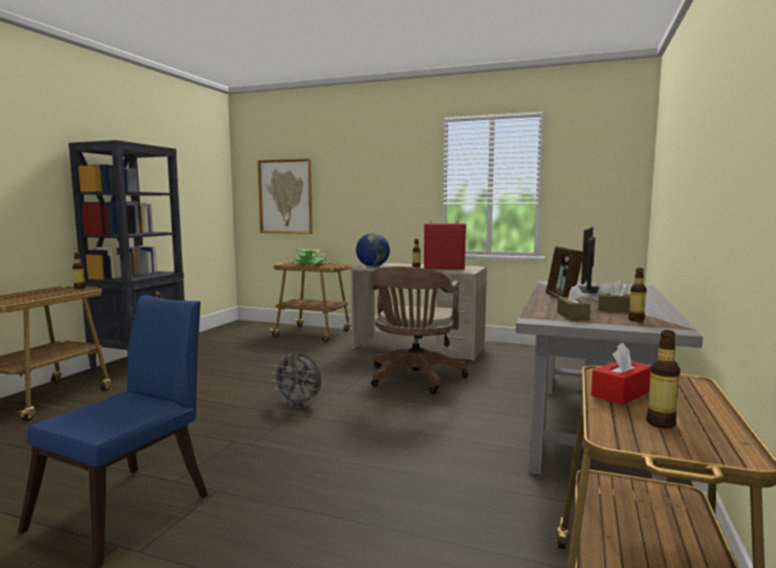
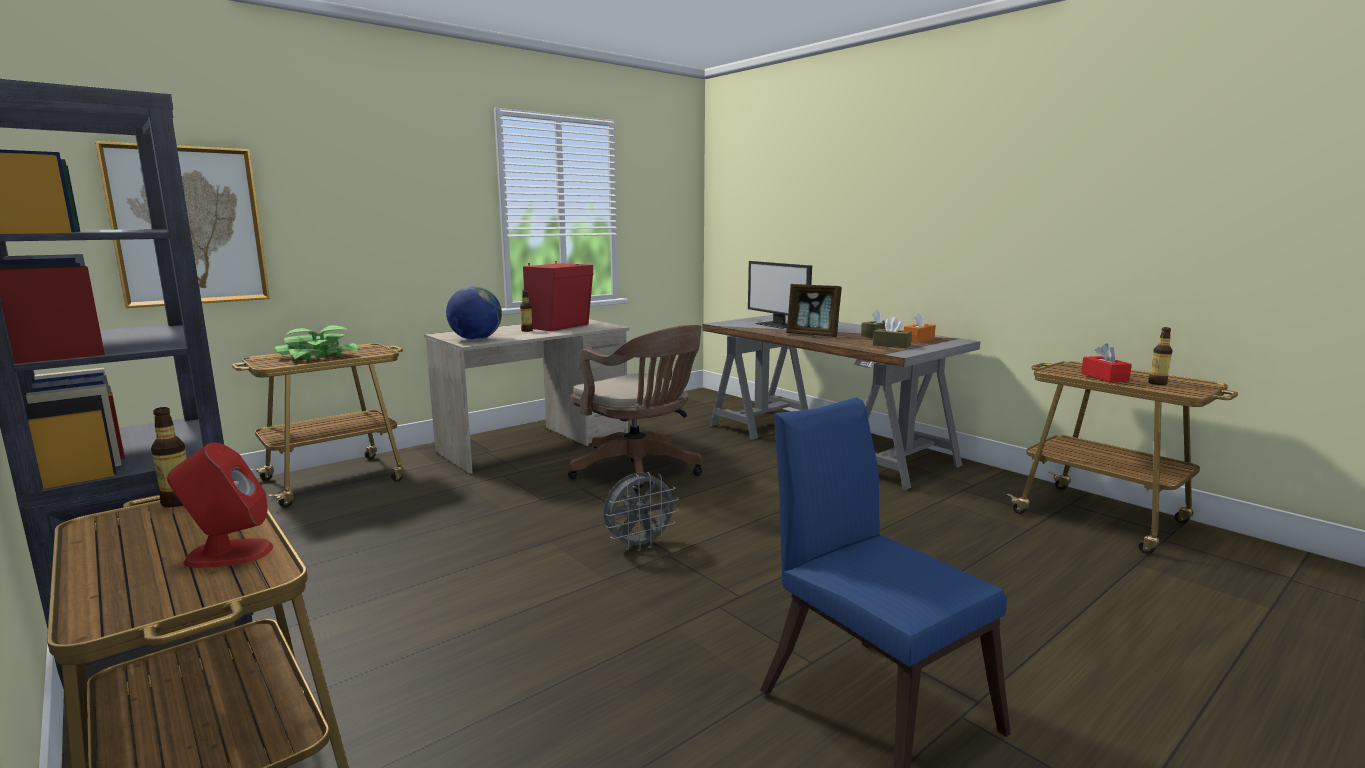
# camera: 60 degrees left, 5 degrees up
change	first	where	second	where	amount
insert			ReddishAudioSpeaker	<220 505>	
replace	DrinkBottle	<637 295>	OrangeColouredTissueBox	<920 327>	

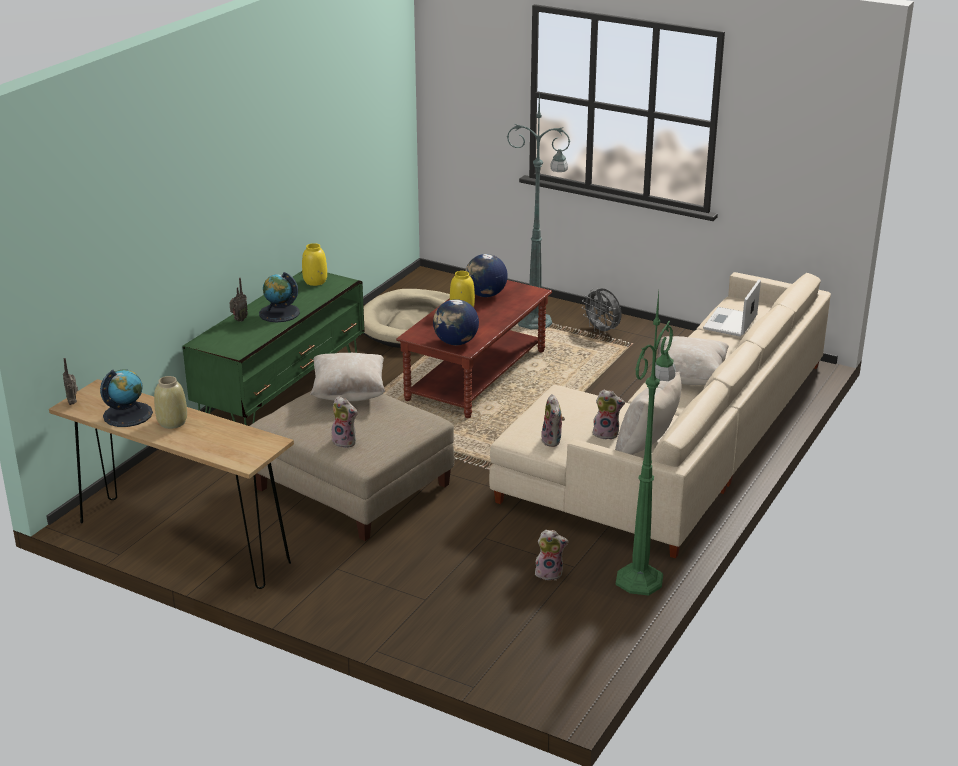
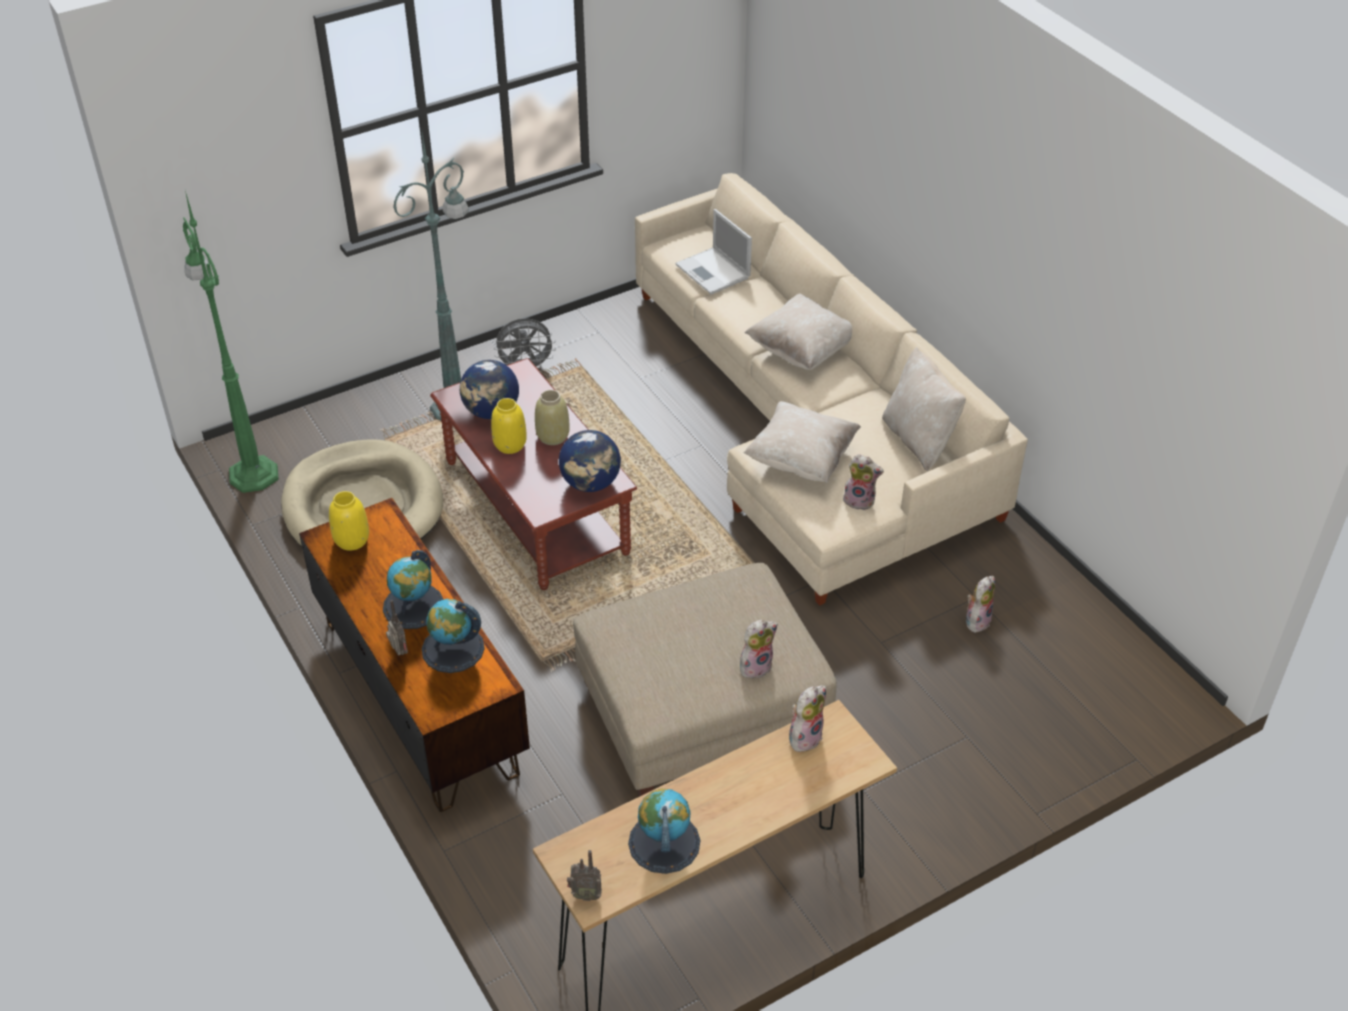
# camera: 60 degrees left, 15 degrees up
change	first	where	second	where	amount
insert			Globe	<453 636>	
move	BeigeColouredFlowerVase	<170 402>		<552 417>	
move	BeigeColouredPillow	<347 377>		<802 442>	
move	CuddlyToy	<609 415>		<807 718>	
move	GreenStandardLamp	<646 444>		<231 342>	
recolor	GreenMediaConsole	<273 348>	BrownColouredMediaConsole	<414 655>	

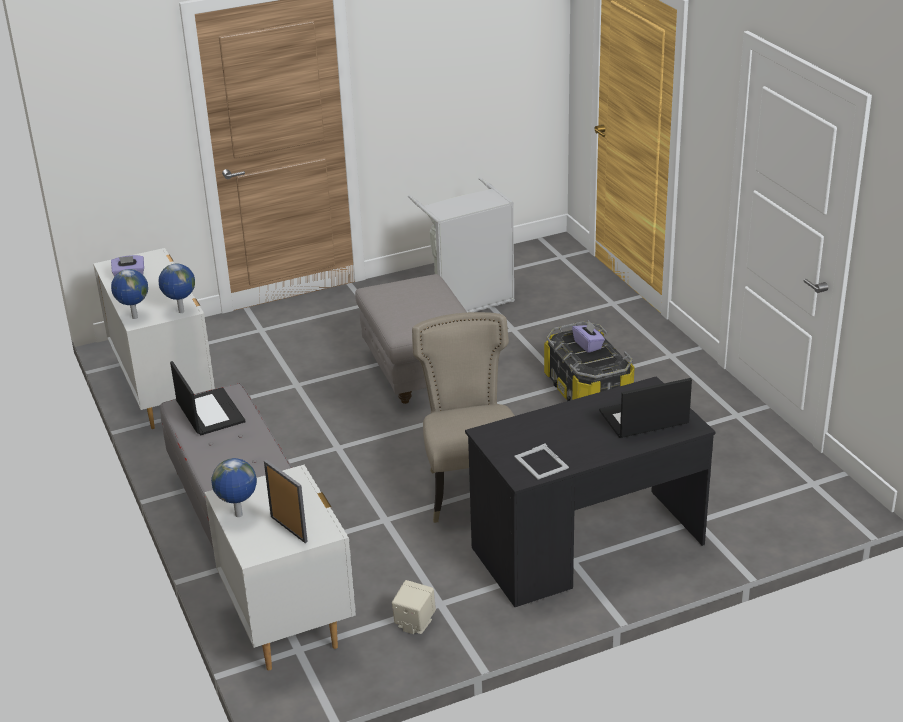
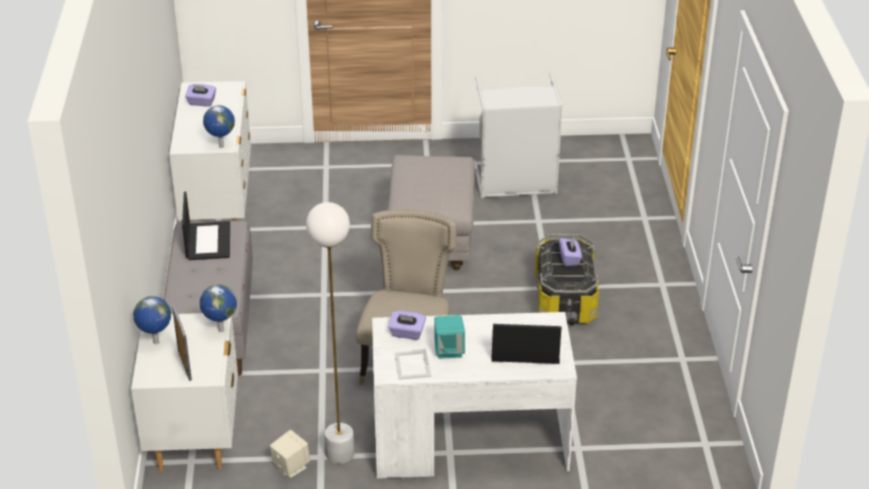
# camera: 20 degrees right, 5 degrees up
change	first	where	second	where	amount
insert			WhitishStandardLamp	<330 333>	
insert			PurplishTissueBox	<407 325>	
insert			BlueGreenAudioSpeaker	<449 337>	
move	Globe	<129 294>		<218 308>	
recolor	BlackColouredDeskUnit	<590 491>	WhitishDeskUnit	<474 395>	

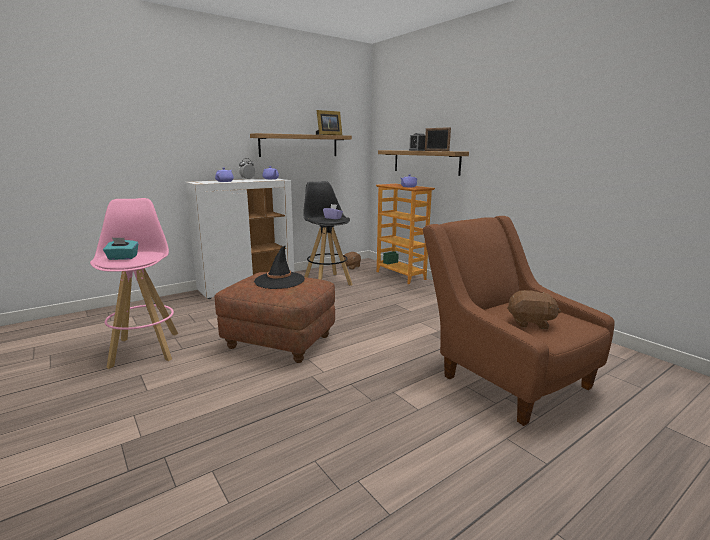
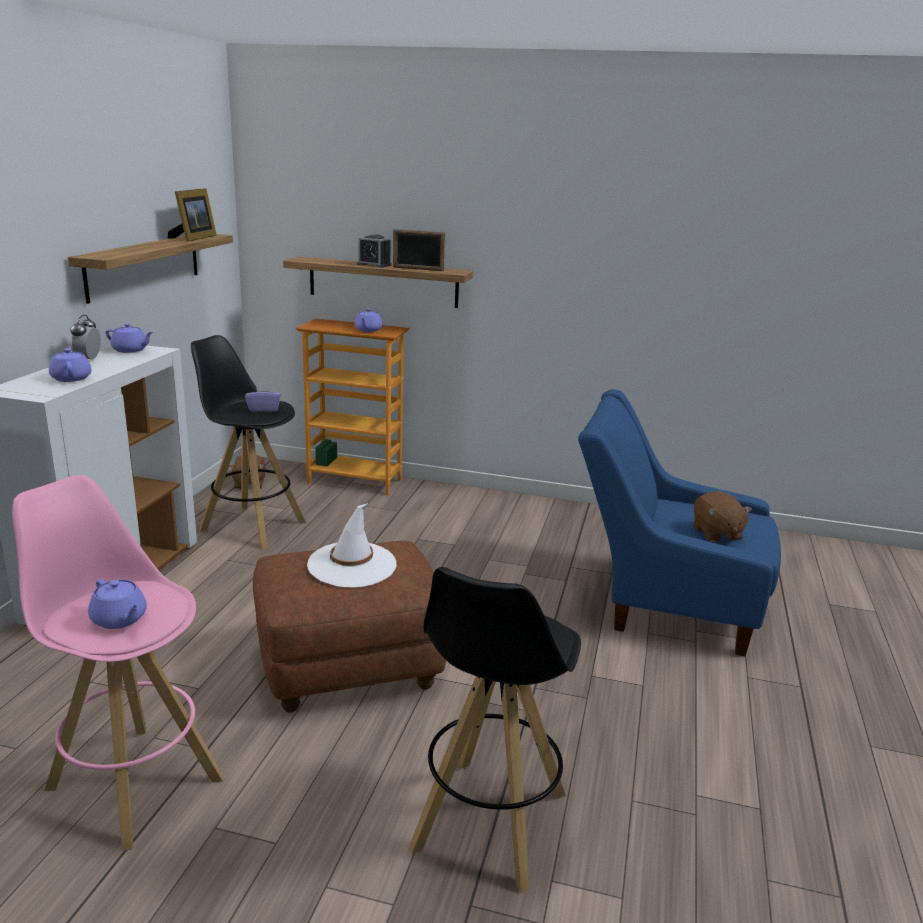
# camera: 40 degrees left, 5 degrees up
change	first	where	second	where	amount
insert			BlackColouredStoolSeat	<495 730>	
replace	BlueGreenTissueBox	<120 249>	PurplishTeapot	<117 604>	
recolor	BlackColouredClothingHat	<279 267>	WhitishClothingHat	<352 545>	
recolor	BrownColouredArmchair	<519 321>	BluishArmchair	<679 522>	
rotate	BrownColouredCuddlyToy	<534 309>		<723 516>	105 degrees clockwise

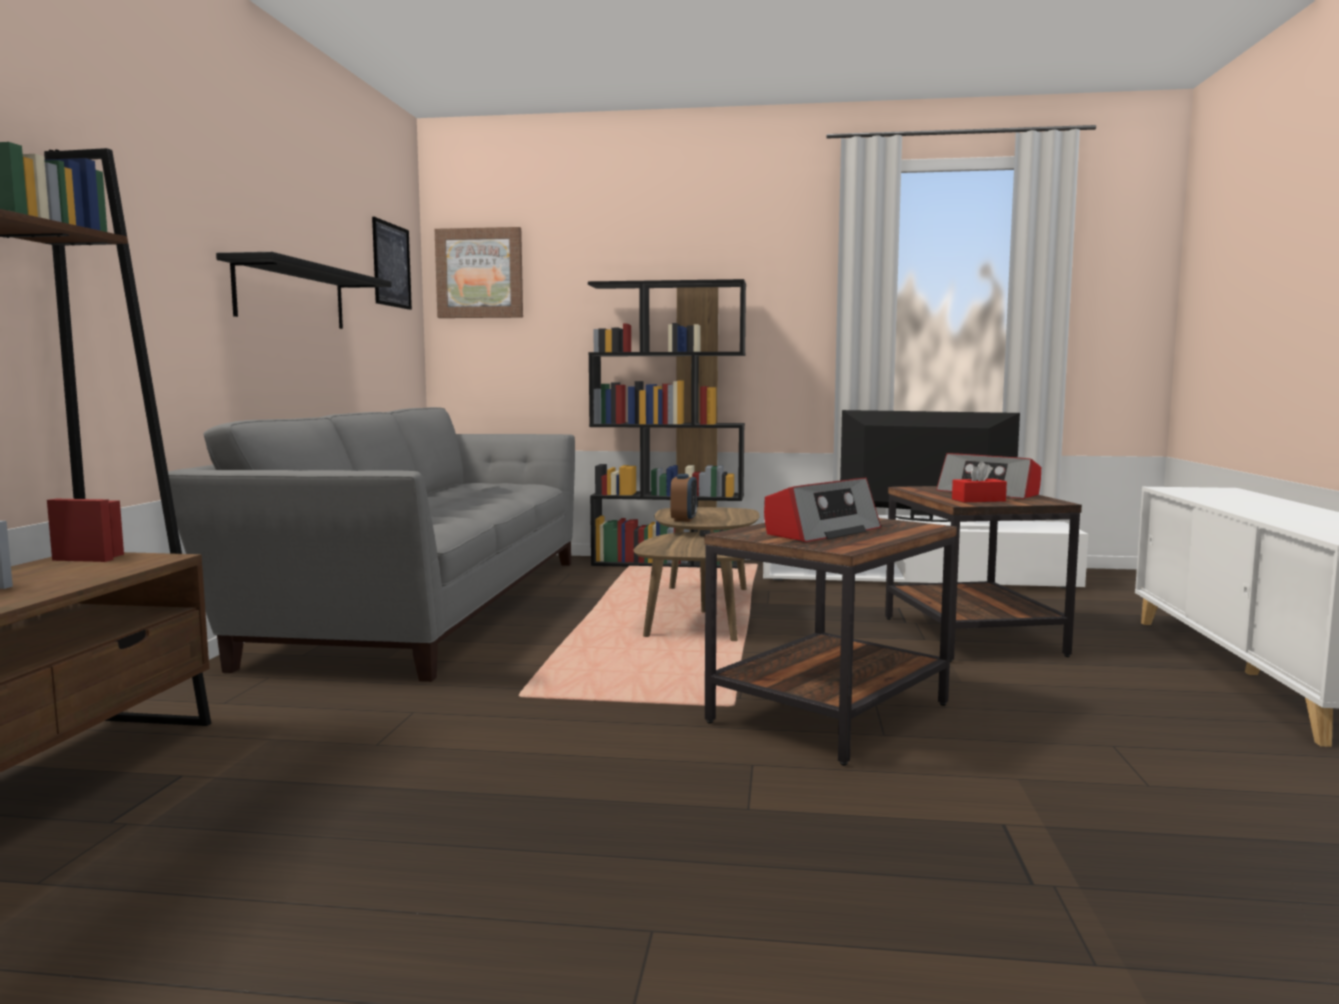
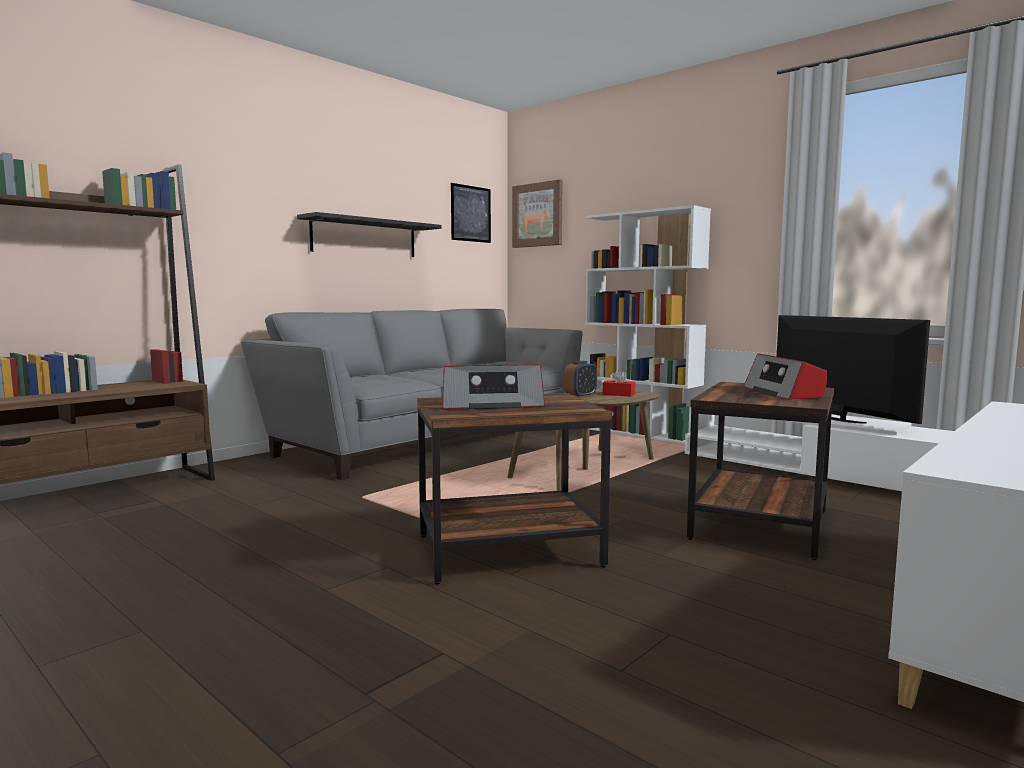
# camera: 35 degrees right, 0 degrees up
change	first	where	second	where	amount
move	ReddishTissueBox	<979 481>		<619 383>	
recolor	BlackColouredBookcase	<667 423>	WhitishBookcase	<648 324>	

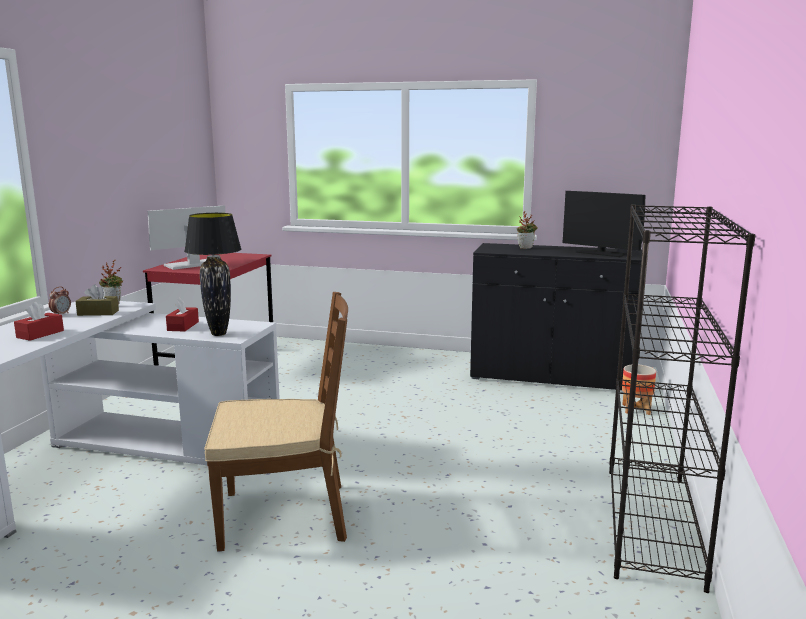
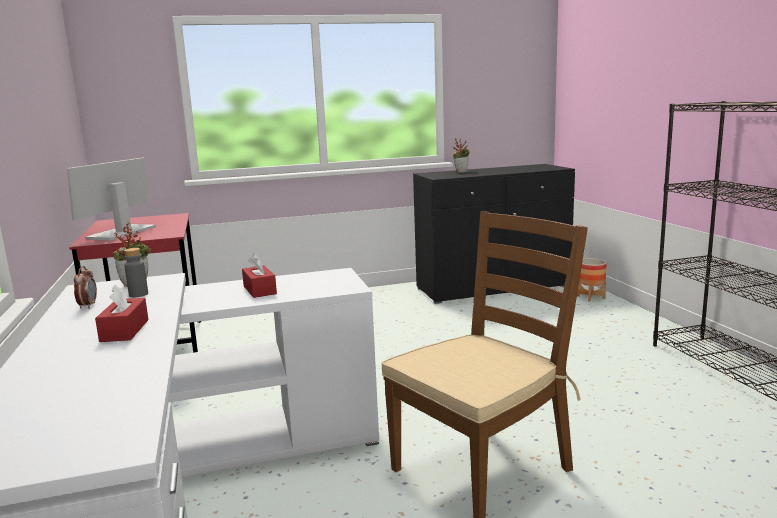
# camera: 30 degrees left, 0 degrees up
change	first	where	second	where	amount
delete	BlackColouredLampForATable	<212 274>			
delete	Monitor	<604 224>			
replace	BrownColouredTissueBox	<97 300>	GreyDrinkBottle	<136 272>	

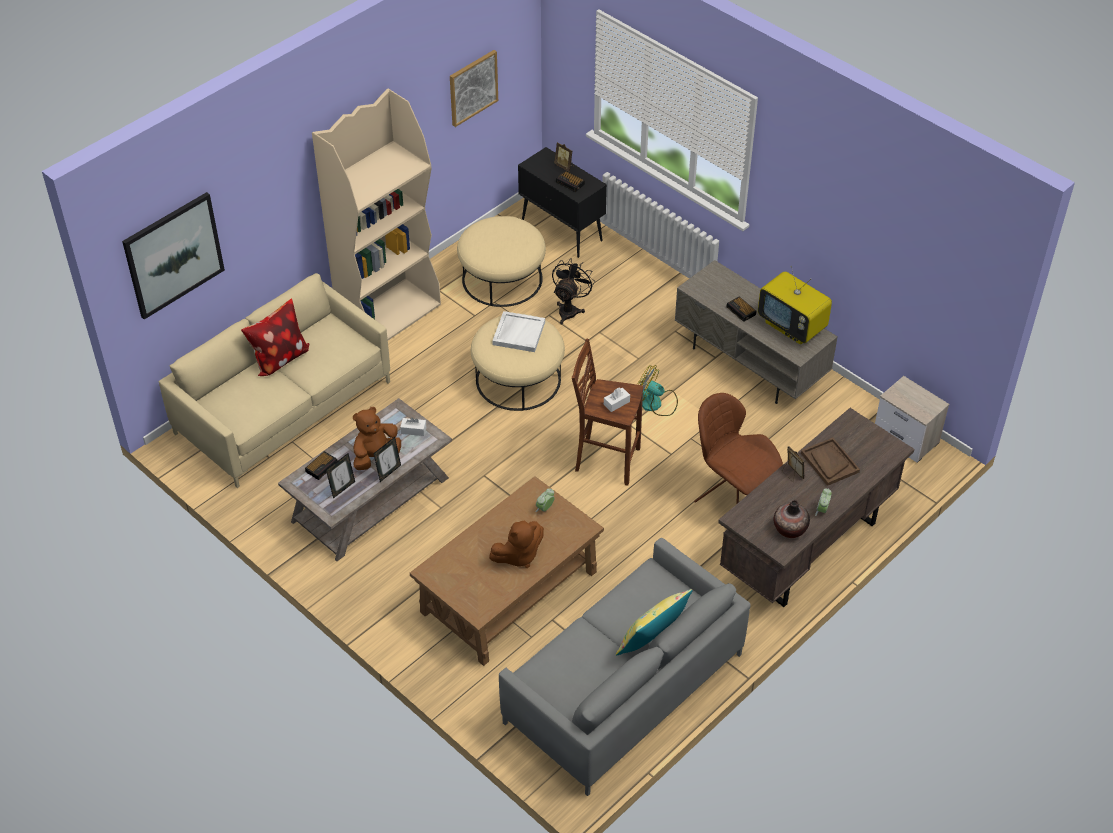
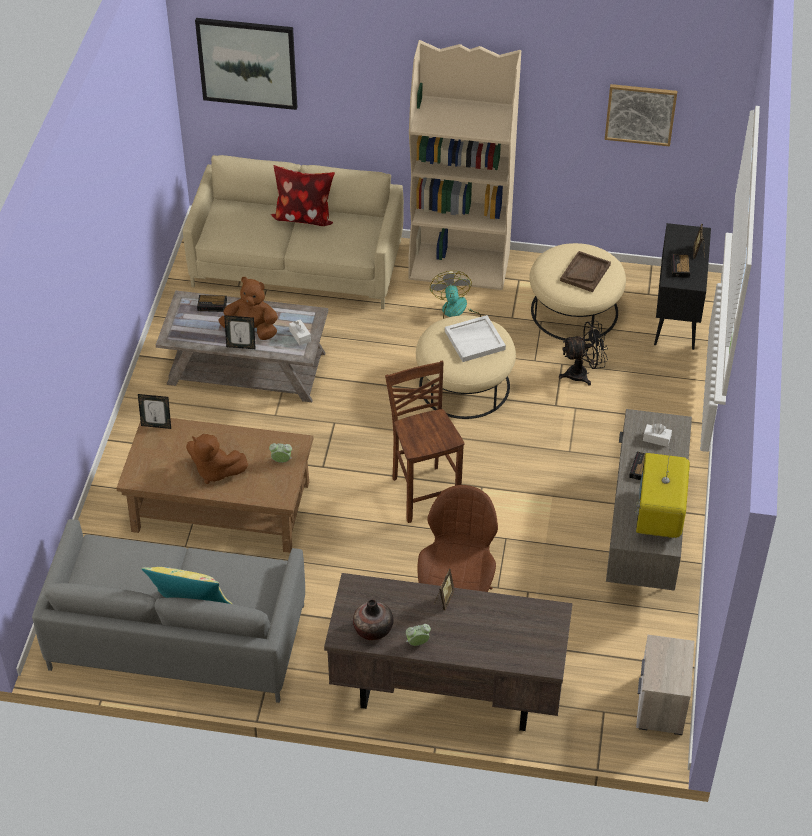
# camera: 55 degrees right, 0 degrees up
change	first	where	second	where	amount
move	PhotoFrame	<340 475>		<154 411>	
move	WhitishTissueBox	<617 400>		<657 435>	
move	Fan	<657 390>		<455 295>	
move	BrownColouredCarryingTray	<830 462>		<585 271>	

